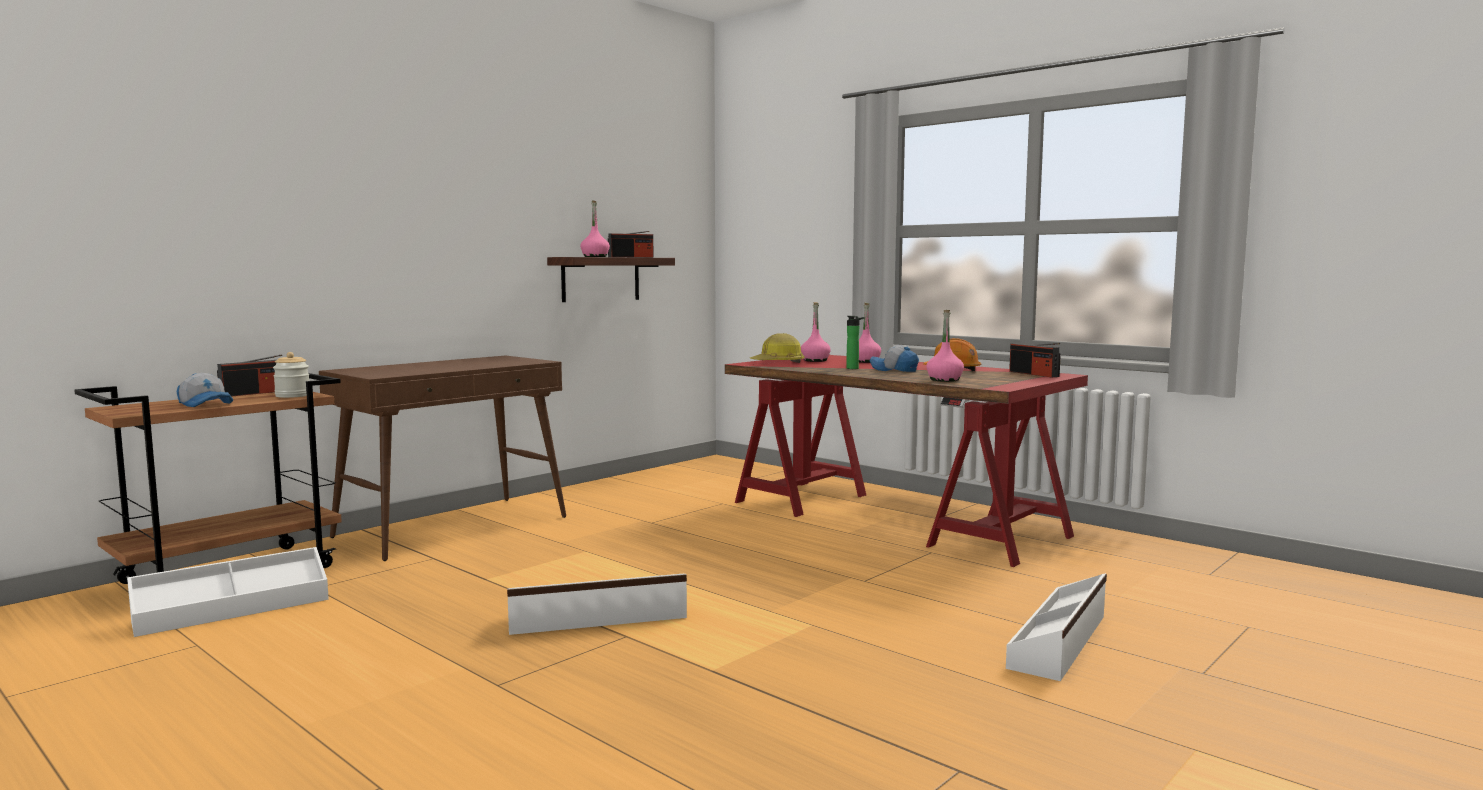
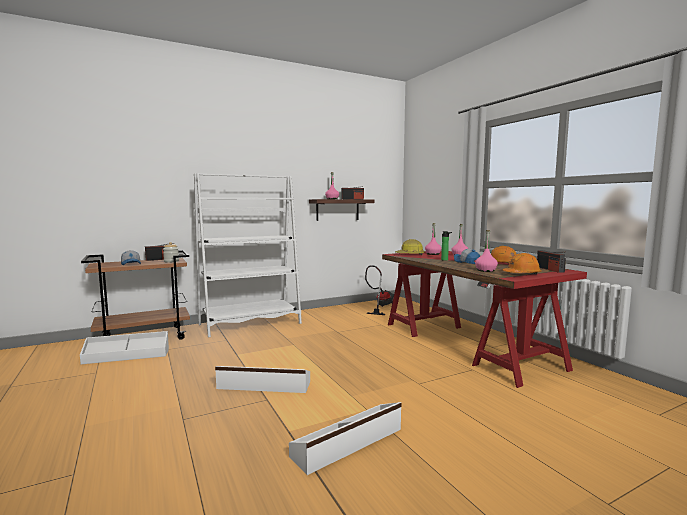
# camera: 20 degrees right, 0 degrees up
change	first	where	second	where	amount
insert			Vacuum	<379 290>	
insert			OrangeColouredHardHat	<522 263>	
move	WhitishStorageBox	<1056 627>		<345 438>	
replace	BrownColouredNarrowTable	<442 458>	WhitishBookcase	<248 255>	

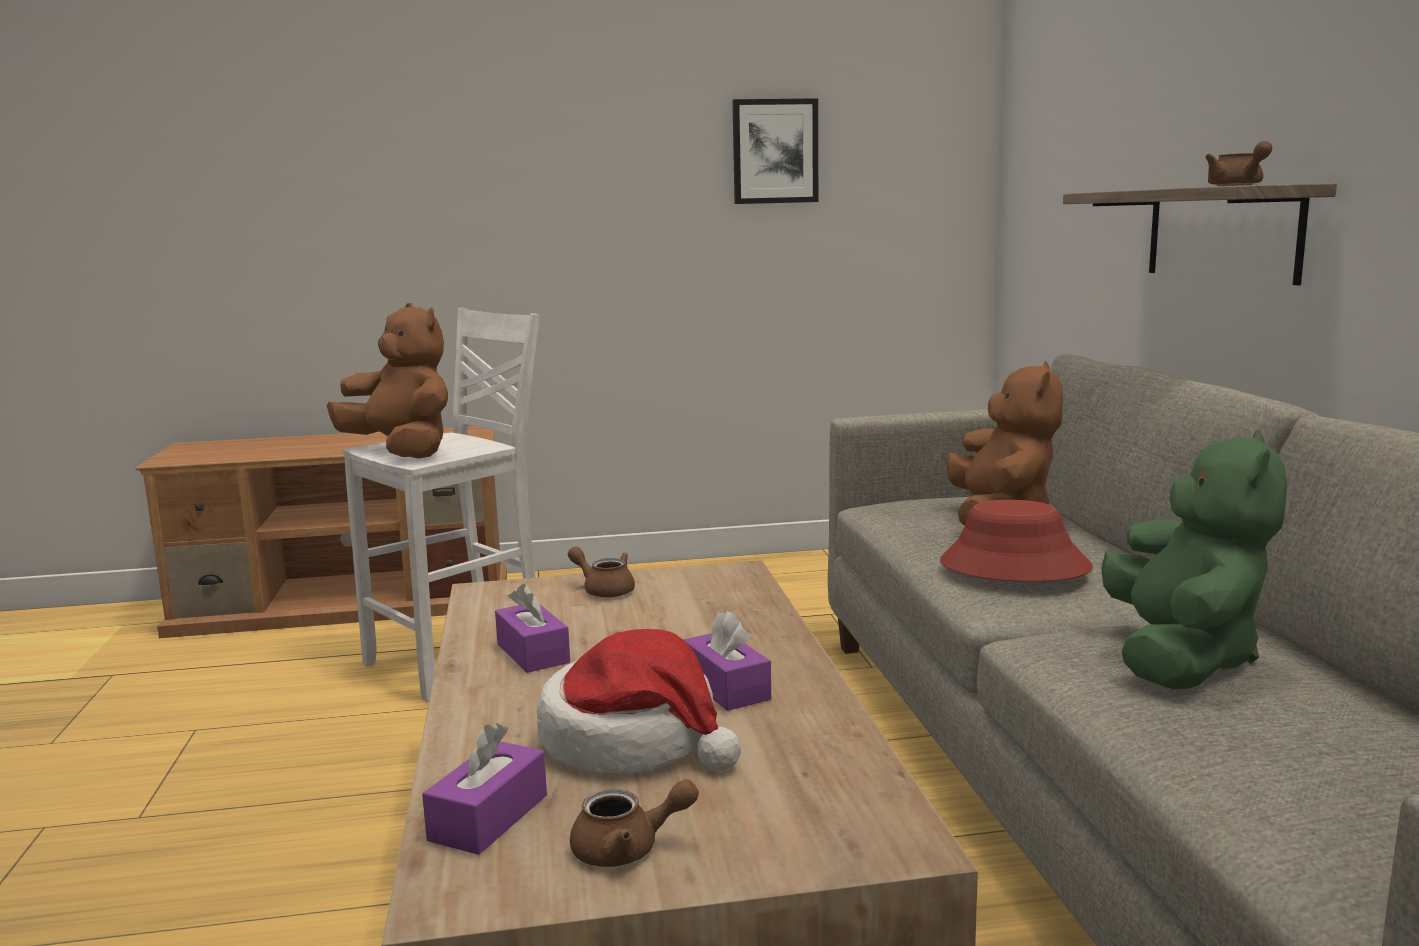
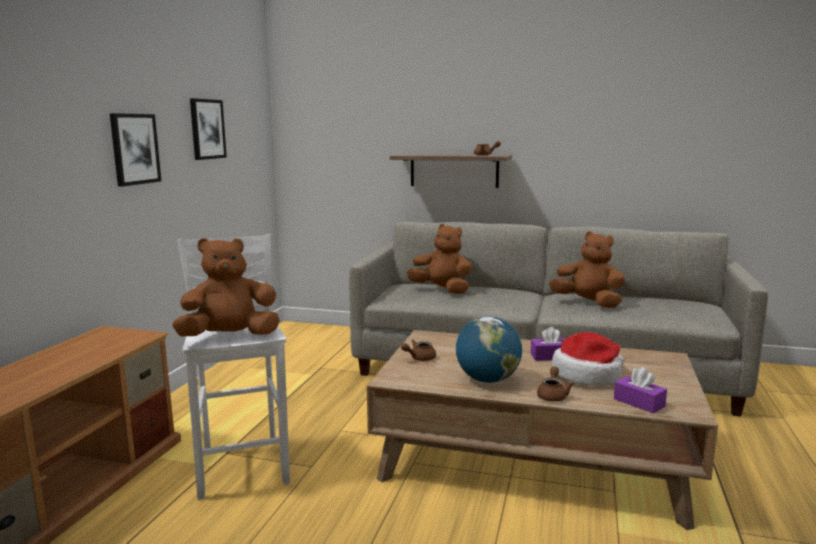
# camera: 65 degrees left, 0 degrees up
change	first	where	second	where	amount
delete	ReddishClothingHat	<1016 541>			
insert			Picture	<135 150>	
move	BrownColouredTeapot	<634 823>		<555 384>	
replace	PurplishTissueBox	<532 628>	Globe	<489 349>	
recolor	GreenCuddlyToy	<1194 560>	BrownColouredCuddlyToy	<587 269>	

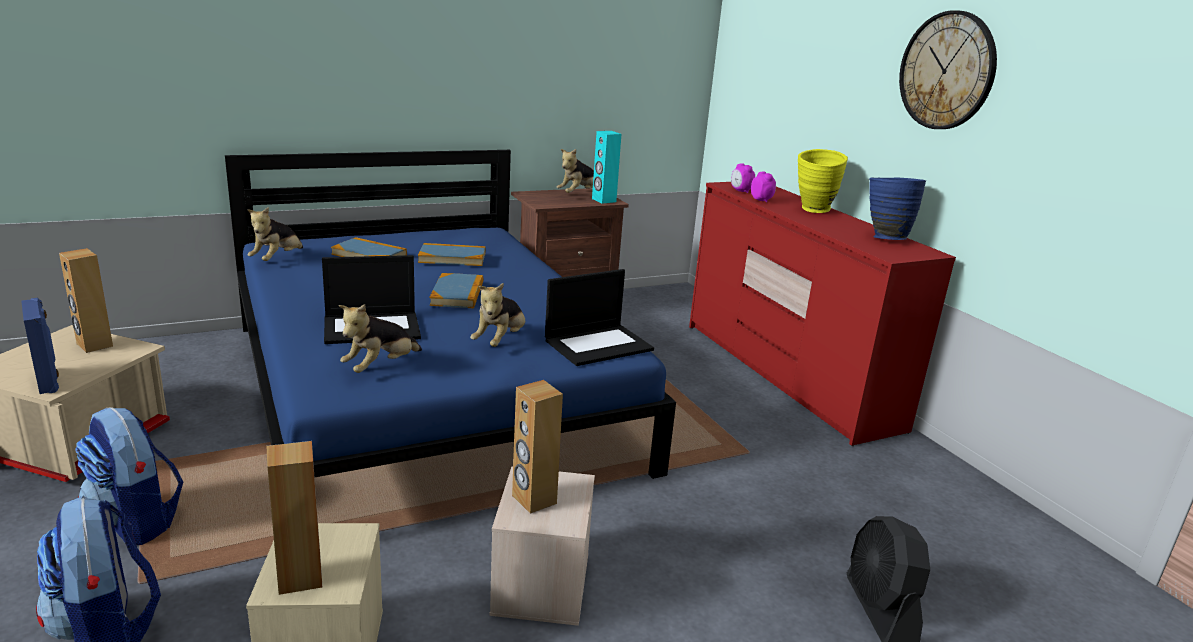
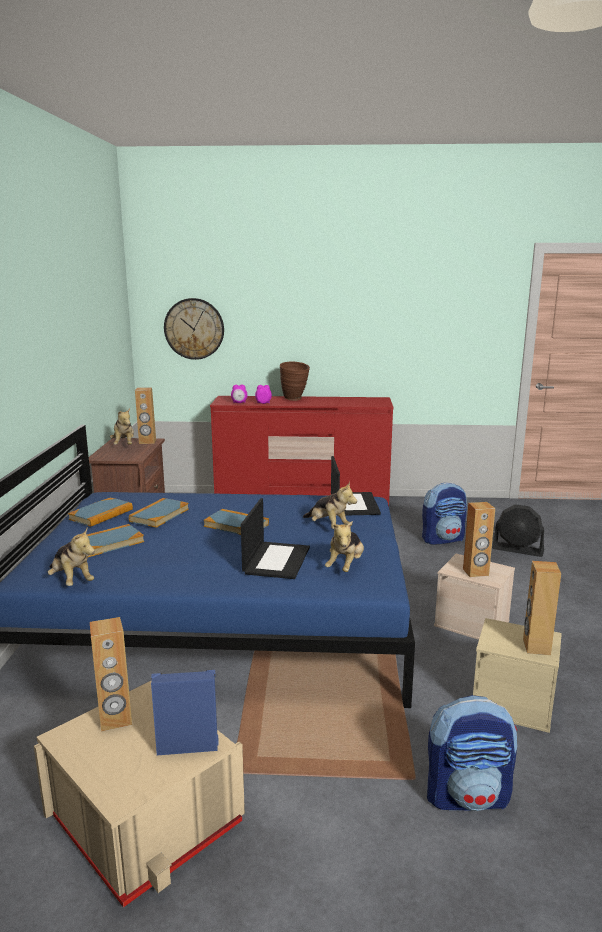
# camera: 60 degrees left, 5 degrees down
change	first	where	second	where	amount
delete	BluishFlowerVase	<897 208>			
insert			Volume	<100 512>	
move	Knapsack	<129 476>		<444 514>	
move	ClockOnTheWall	<948 69>		<194 329>	
recolor	BlueGreenAudioSpeaker	<606 167>	BrownColouredAudioSpeaker	<145 415>	
recolor	YellowishFlowerVase	<823 181>	BrownColouredFlowerVase	<295 381>	
rotate	CuddlyToy	<380 338>		<344 546>	45 degrees clockwise

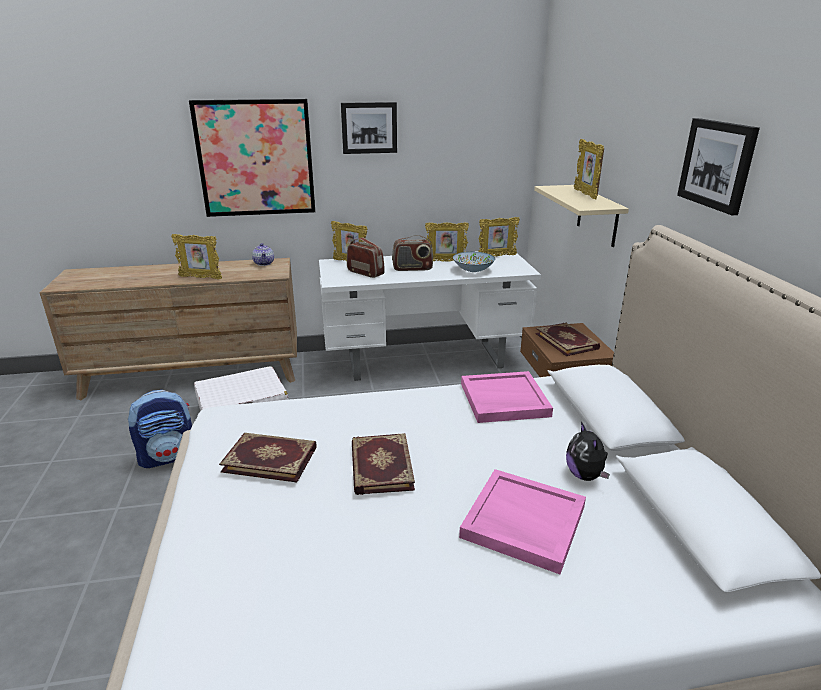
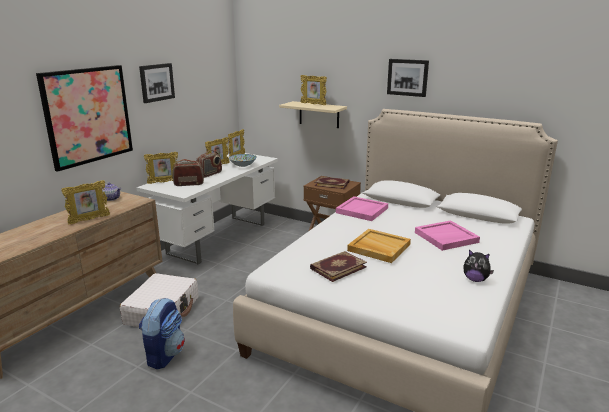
# camera: 50 degrees left, 5 degrees down
change	first	where	second	where	amount
move	CuddlyToy	<588 451>		<478 265>	
replace	Volume	<383 464>	BeigeColouredCarryingTray	<379 246>	

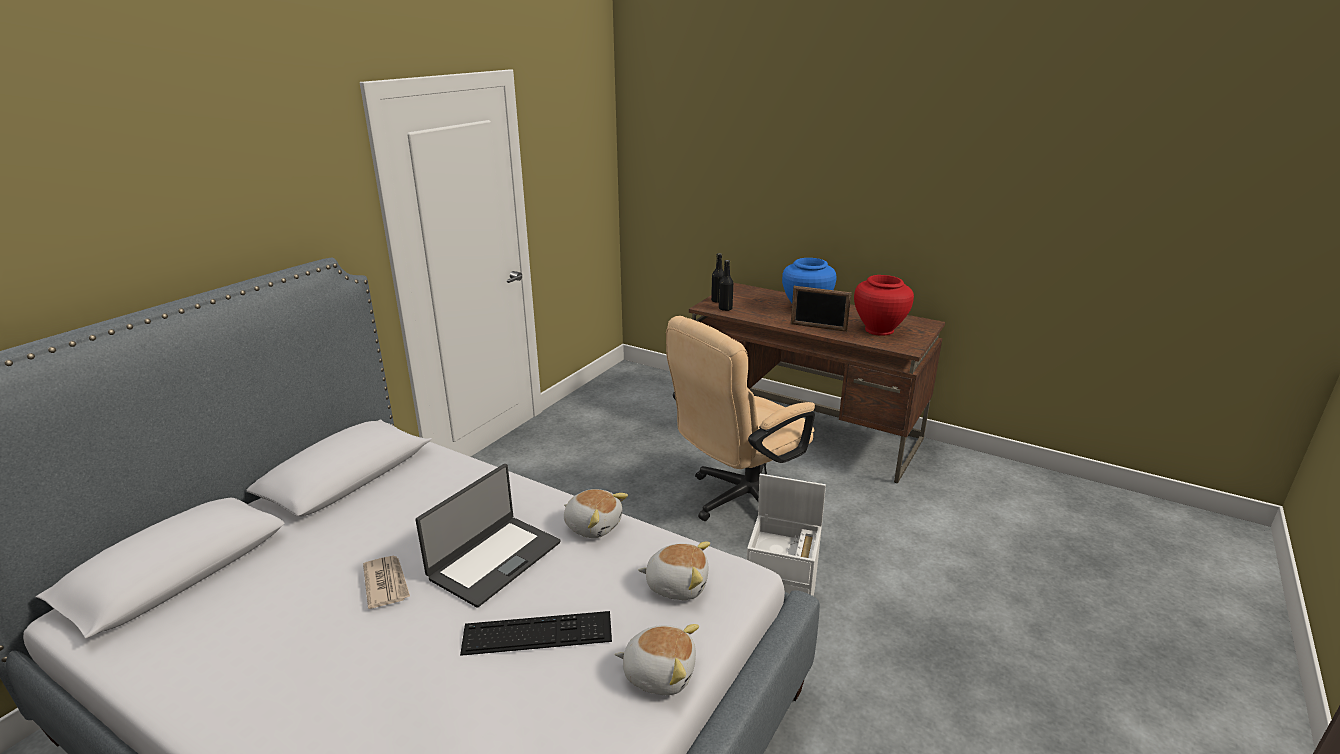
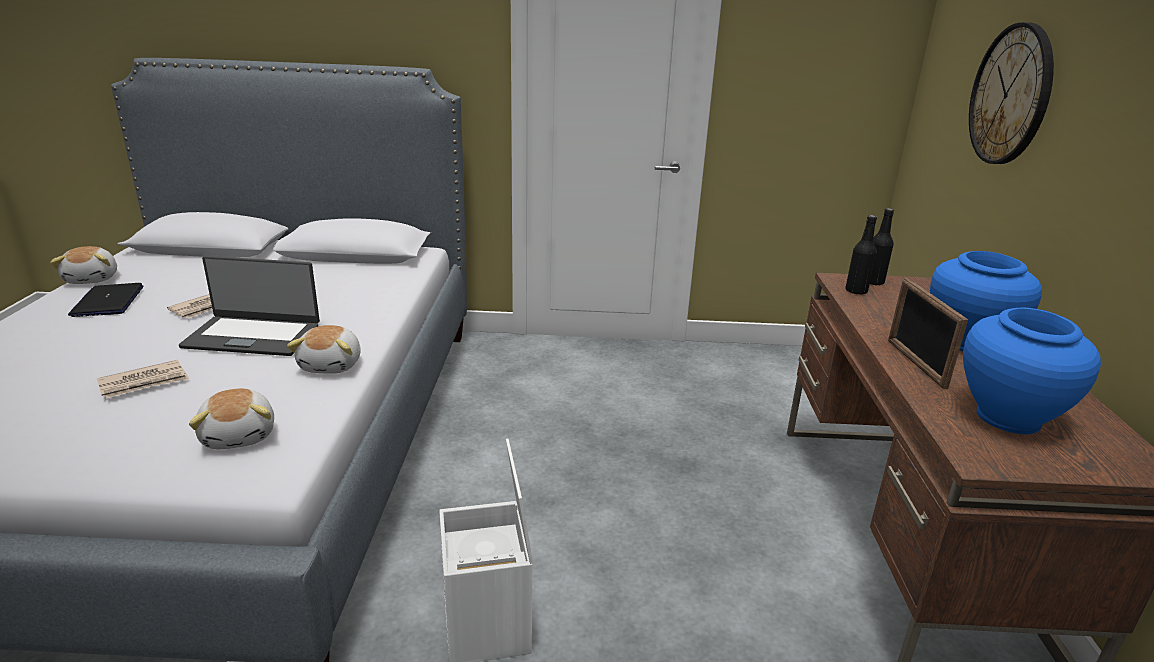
# camera: 60 degrees right, 0 degrees up
change	first	where	second	where	amount
delete	BeigeColouredOfficeChair	<740 418>			
insert			NotebookComputer	<105 300>	
insert			ClockOnTheWall	<1011 93>	
move	CuddlyToy	<657 659>		<83 265>	
replace	Keyboard	<536 633>	Newspaper	<143 379>	
recolor	ReddishFlowerVase	<884 305>	BluishFlowerVase	<1032 371>	

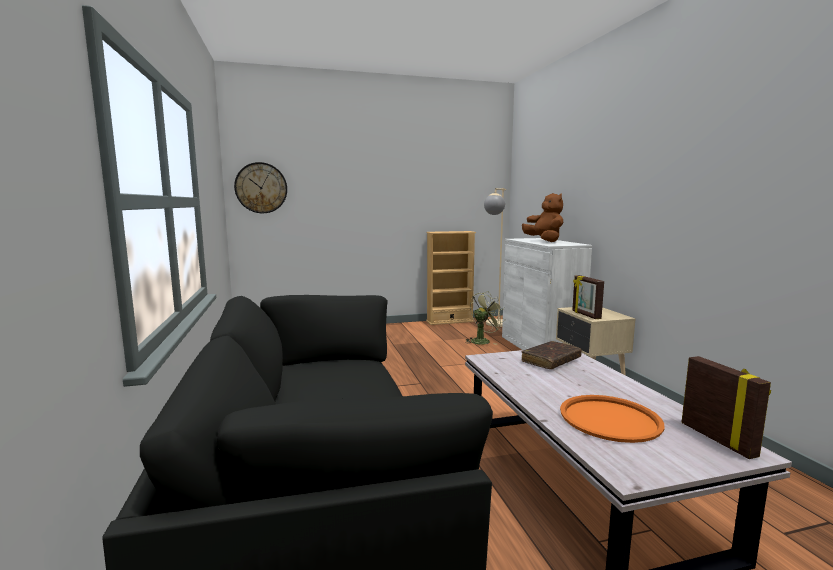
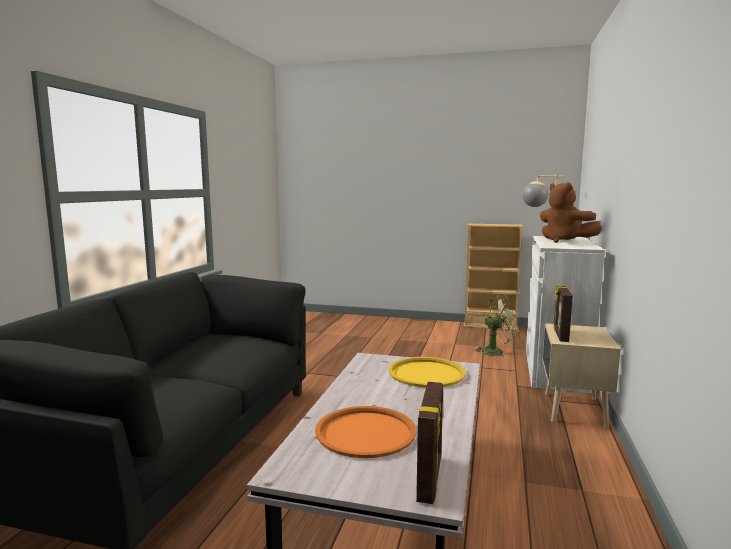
# camera: 30 degrees right, 0 degrees up
change	first	where	second	where	amount
delete	ClockOnTheWall	<260 187>			
replace	BrownColouredVolume	<552 355>	YellowishCarryingTray	<427 372>	
rotate	BrownColouredCuddlyToy	<542 217>		<571 212>	135 degrees clockwise

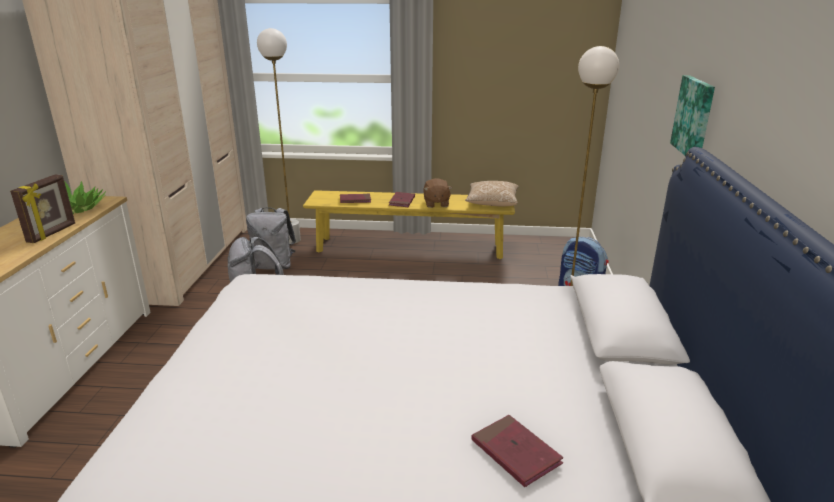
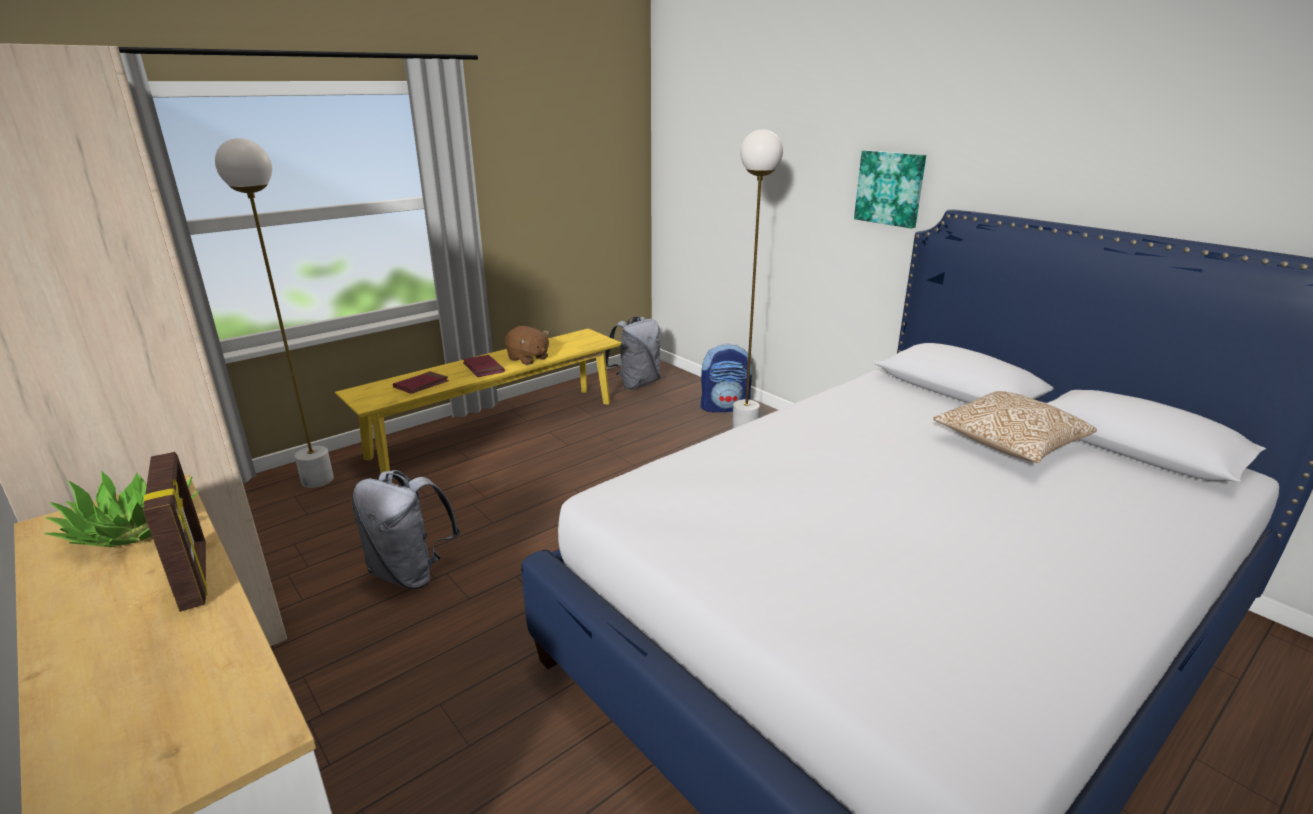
# camera: 45 degrees left, 0 degrees up
change	first	where	second	where	amount
delete	ReddishVolume	<517 451>			
move	GreyKnapsack	<271 238>		<633 352>	
move	Pillow	<492 194>		<1015 427>	

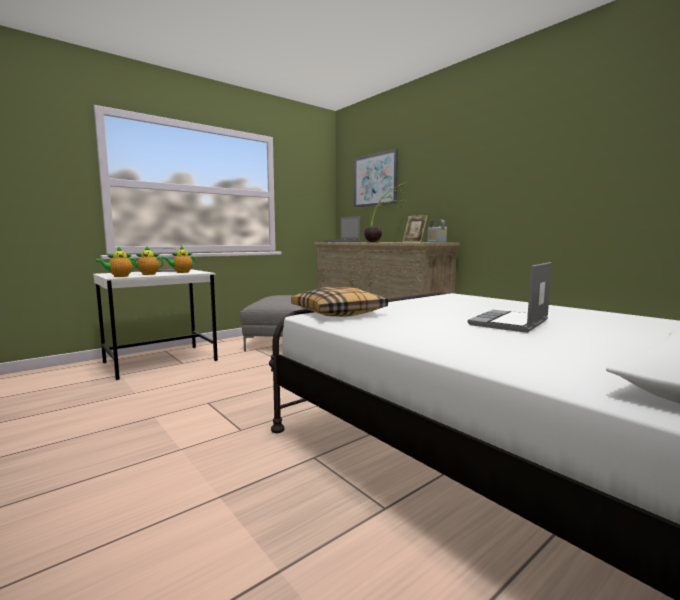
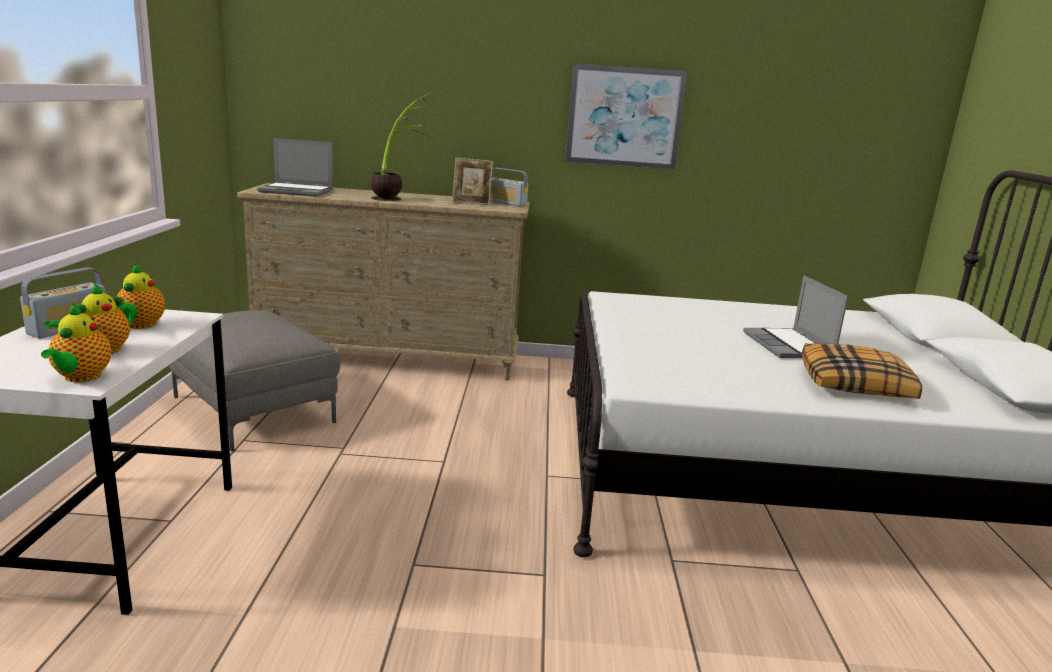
# camera: 50 degrees left, 10 degrees up
change	first	where	second	where	amount
move	Pillow	<339 302>		<862 371>	
move	Picture	<376 178>		<626 116>	

